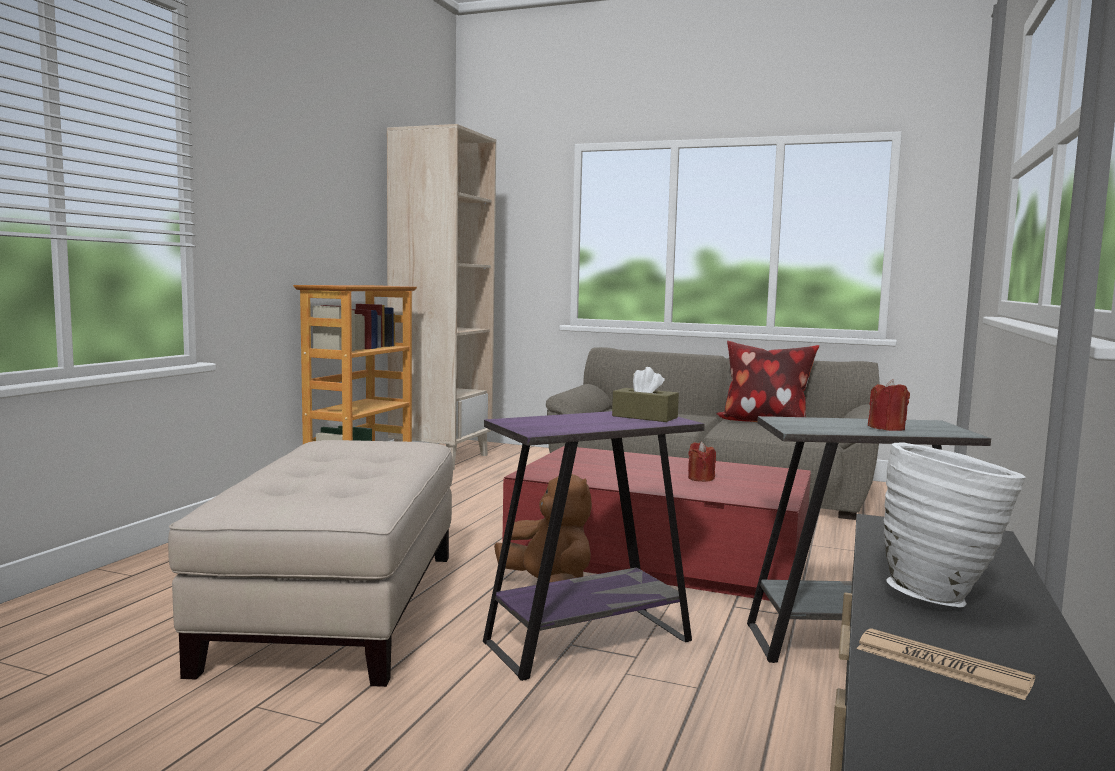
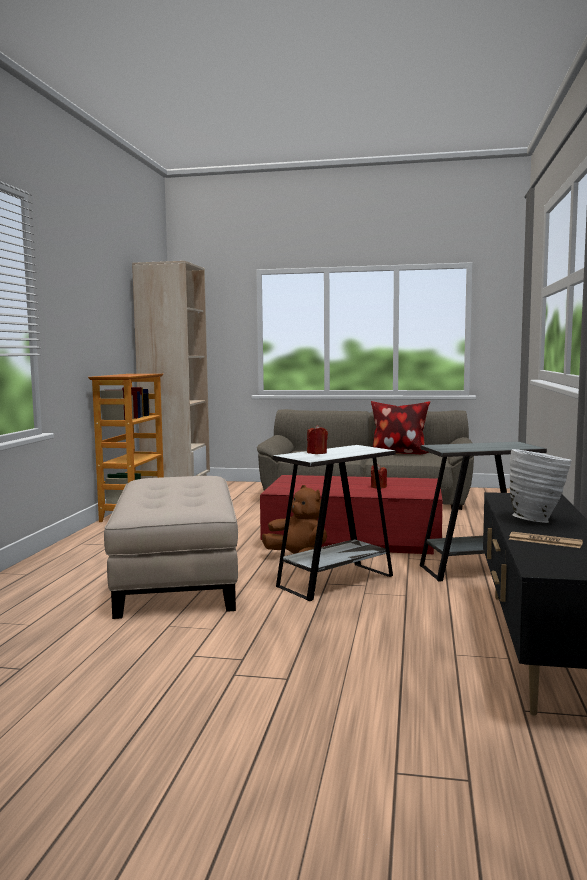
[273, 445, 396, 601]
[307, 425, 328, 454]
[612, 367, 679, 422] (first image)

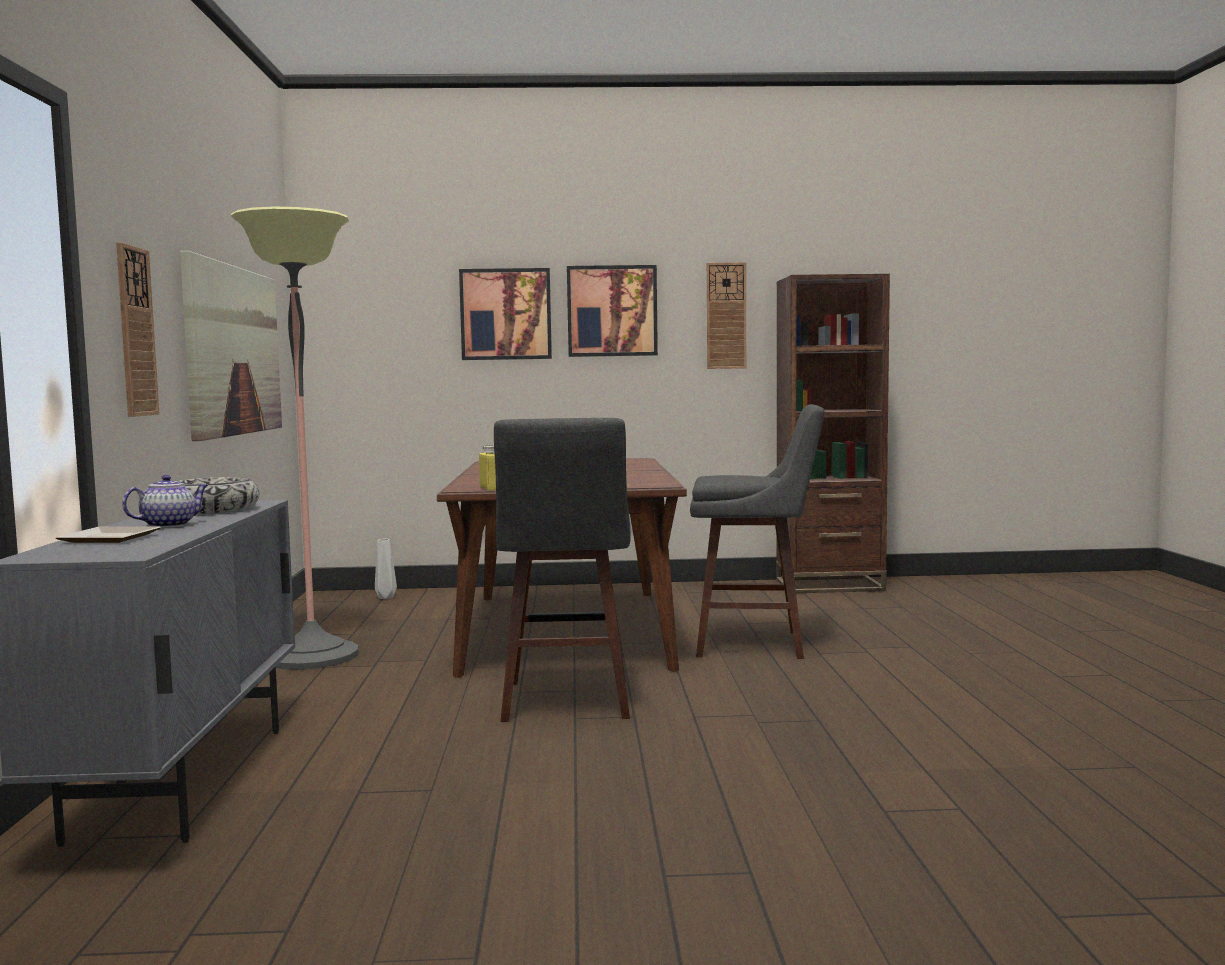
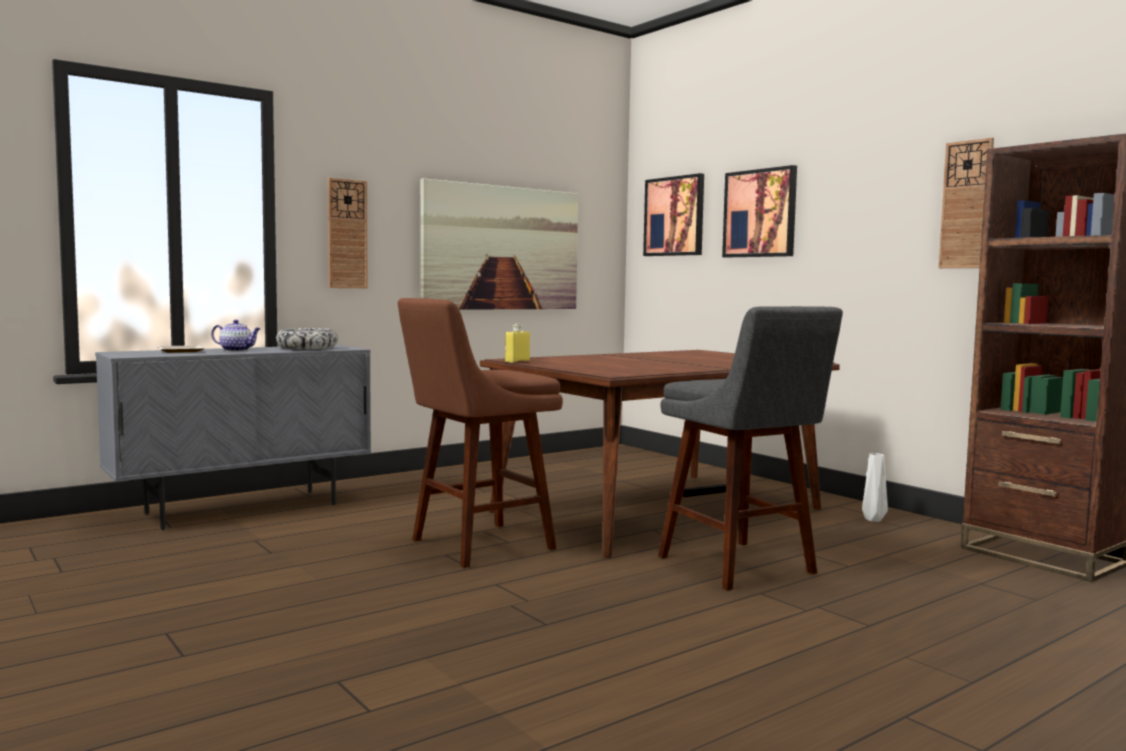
[398, 298, 563, 568]
[643, 173, 704, 256]
[862, 453, 888, 522]
[231, 207, 359, 670] (first image)

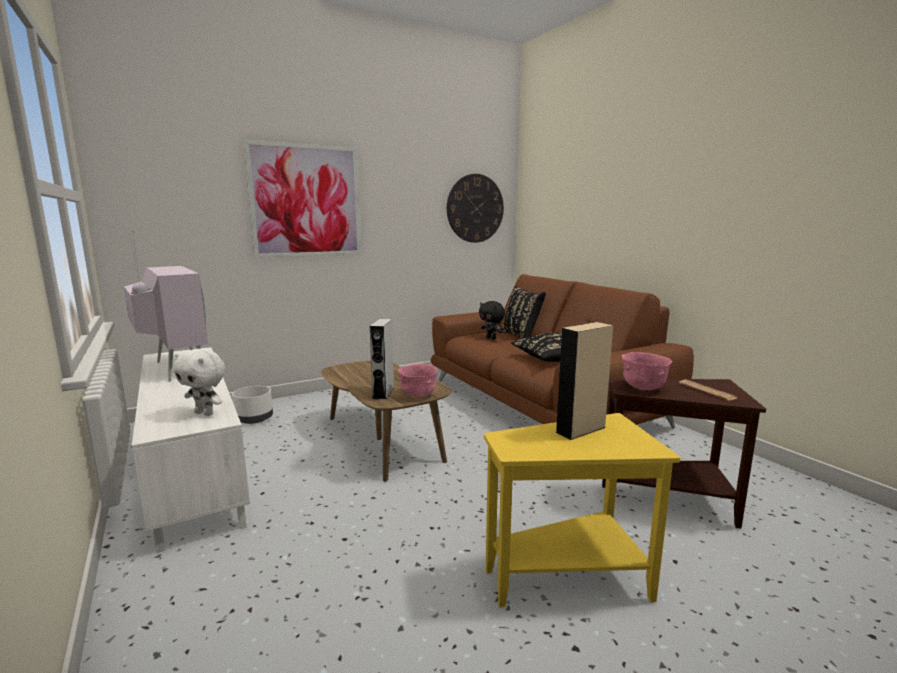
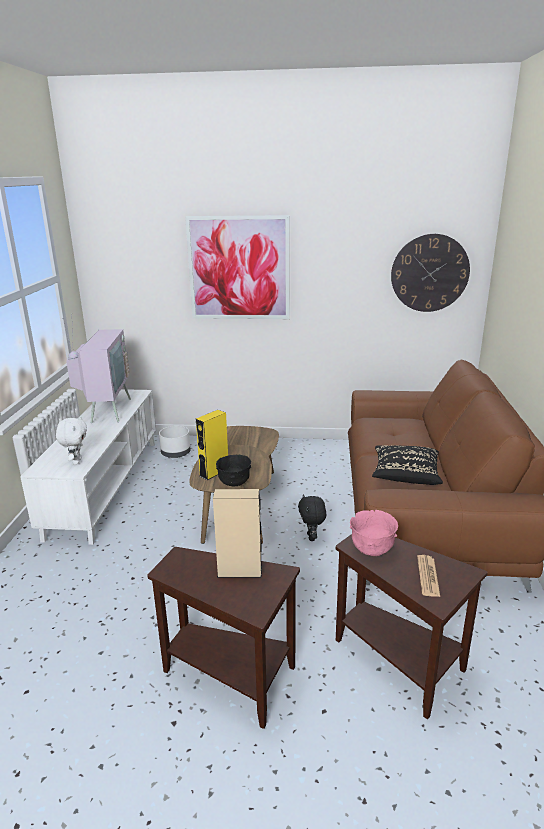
[56, 416, 87, 465]
[147, 547, 300, 729]
[196, 410, 228, 480]
[216, 455, 251, 486]
[298, 494, 326, 541]
[501, 286, 546, 339] (first image)

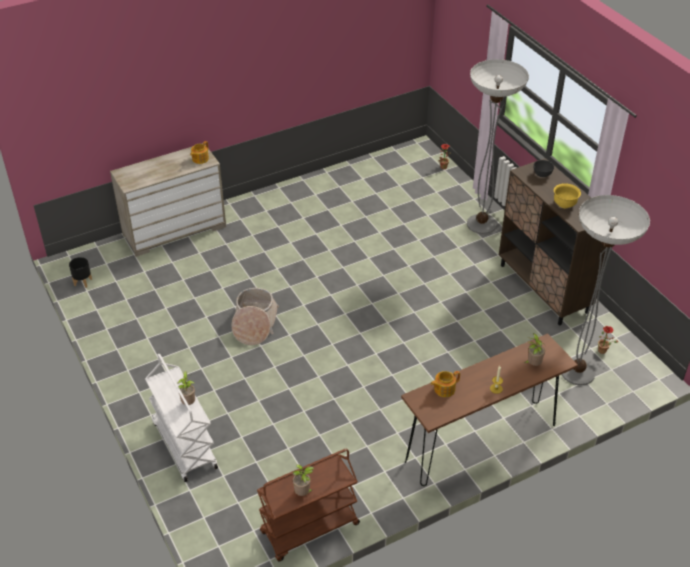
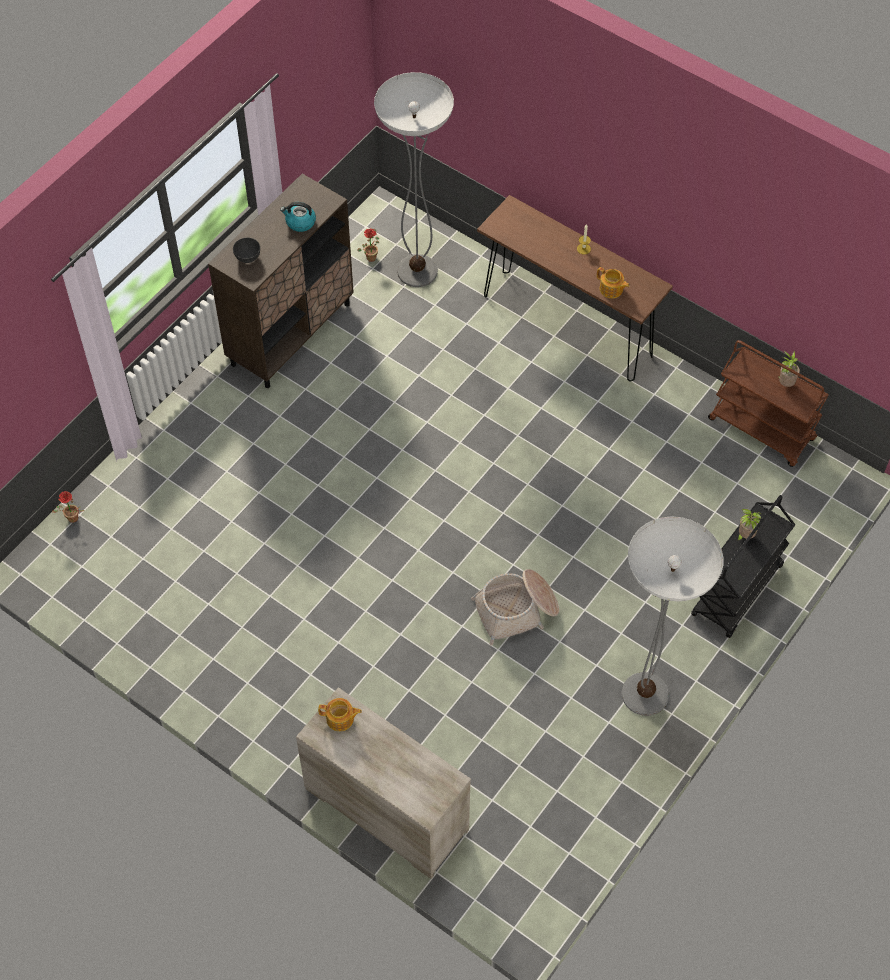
[280, 202, 316, 232]
[622, 517, 723, 716]
[691, 495, 795, 638]
[69, 257, 92, 288] (first image)
[524, 333, 546, 366] (first image)

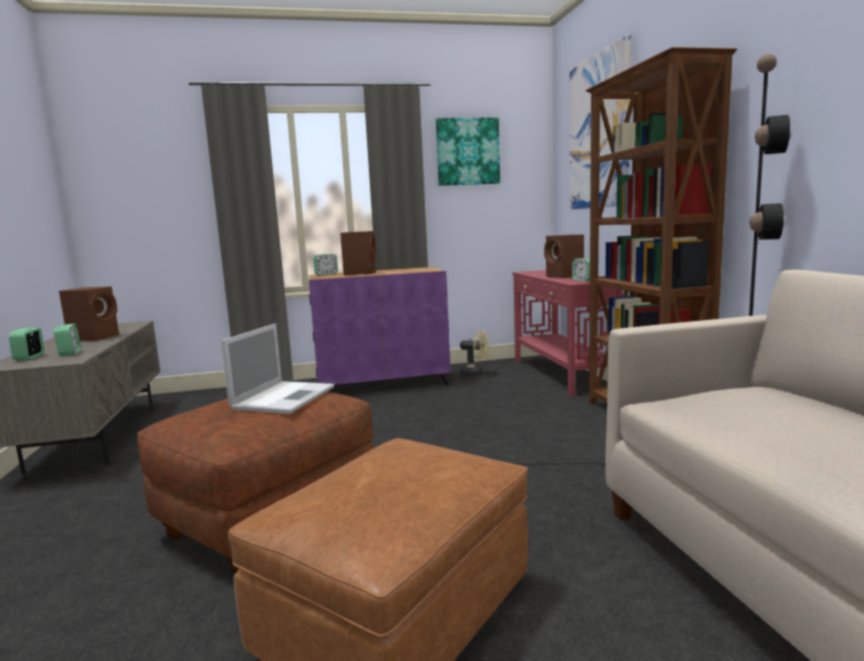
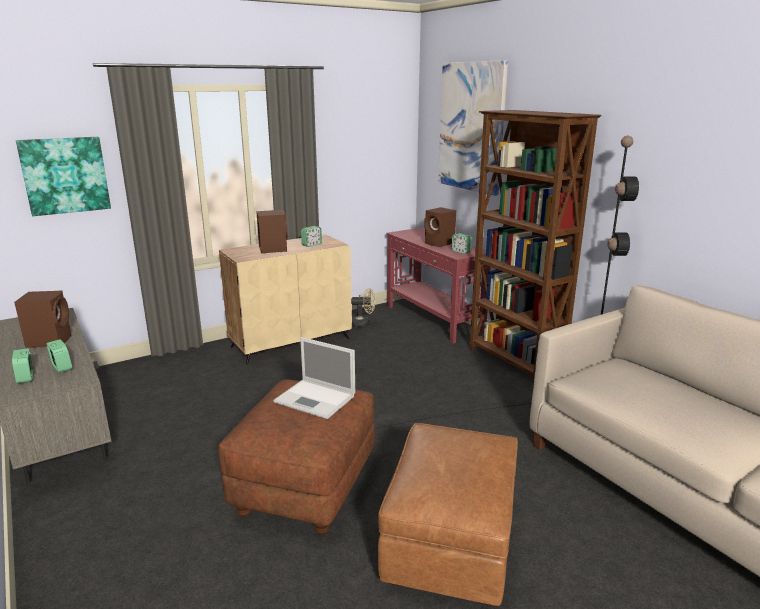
[16, 137, 111, 216]
[219, 234, 352, 364]
[273, 337, 355, 419]
[301, 226, 322, 247]

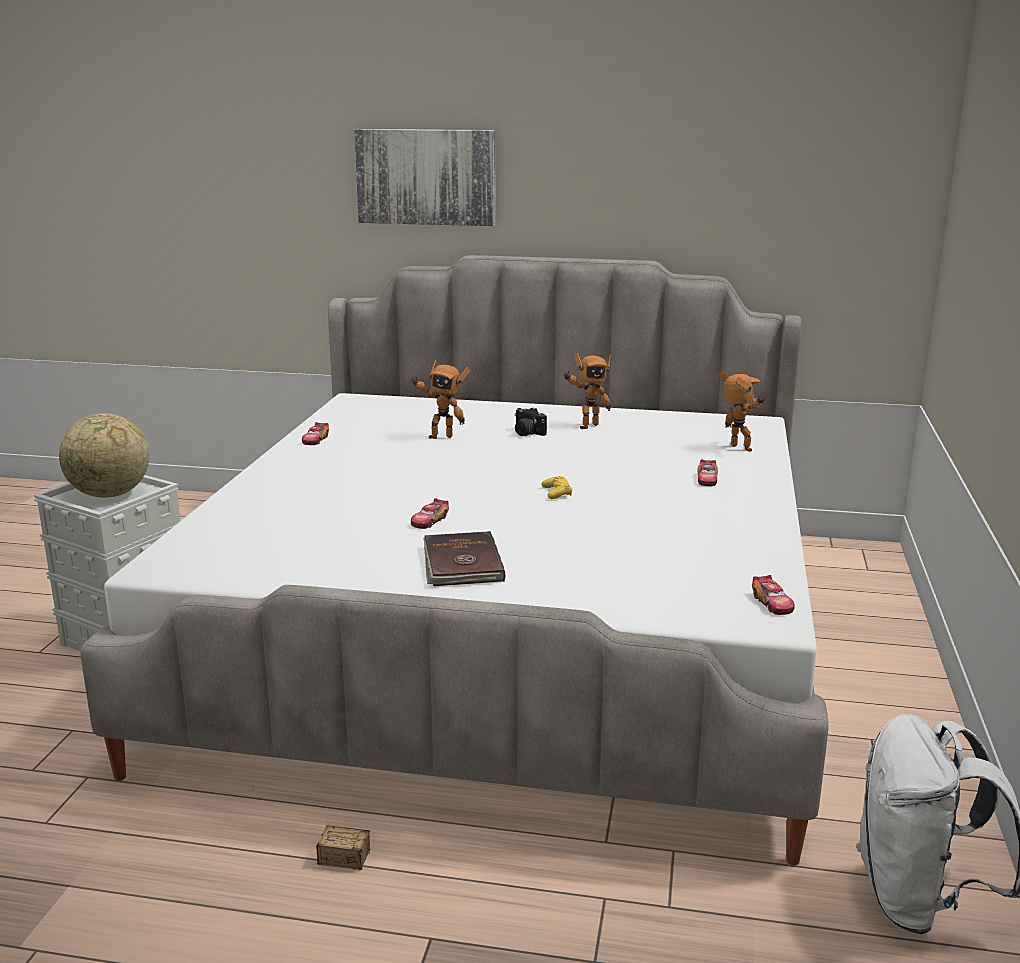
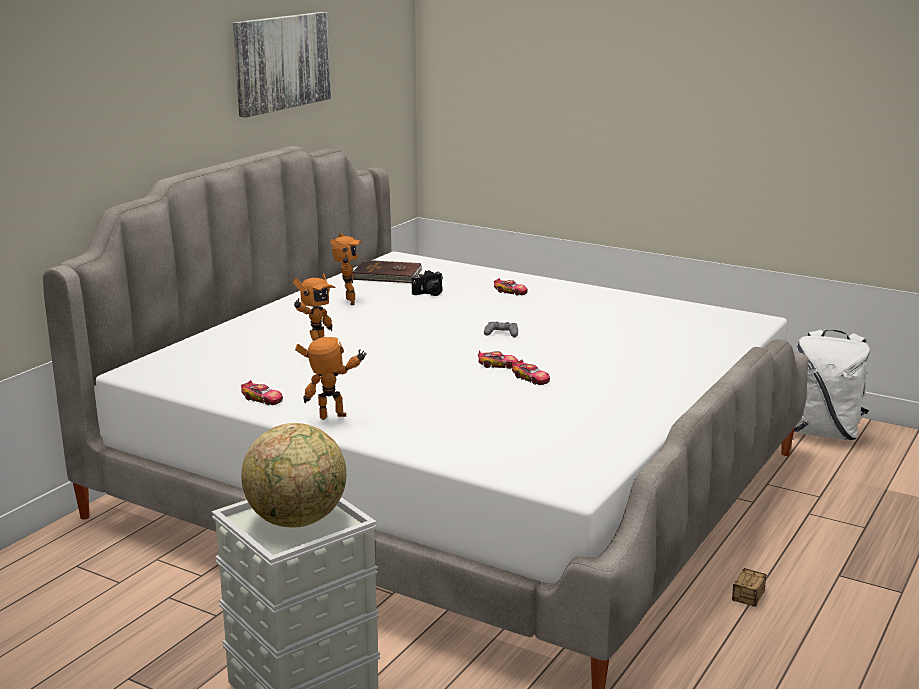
[233, 12, 331, 118]
[295, 337, 367, 420]
[353, 260, 422, 283]
[412, 270, 443, 296]
[478, 350, 518, 369]
[484, 321, 518, 337]

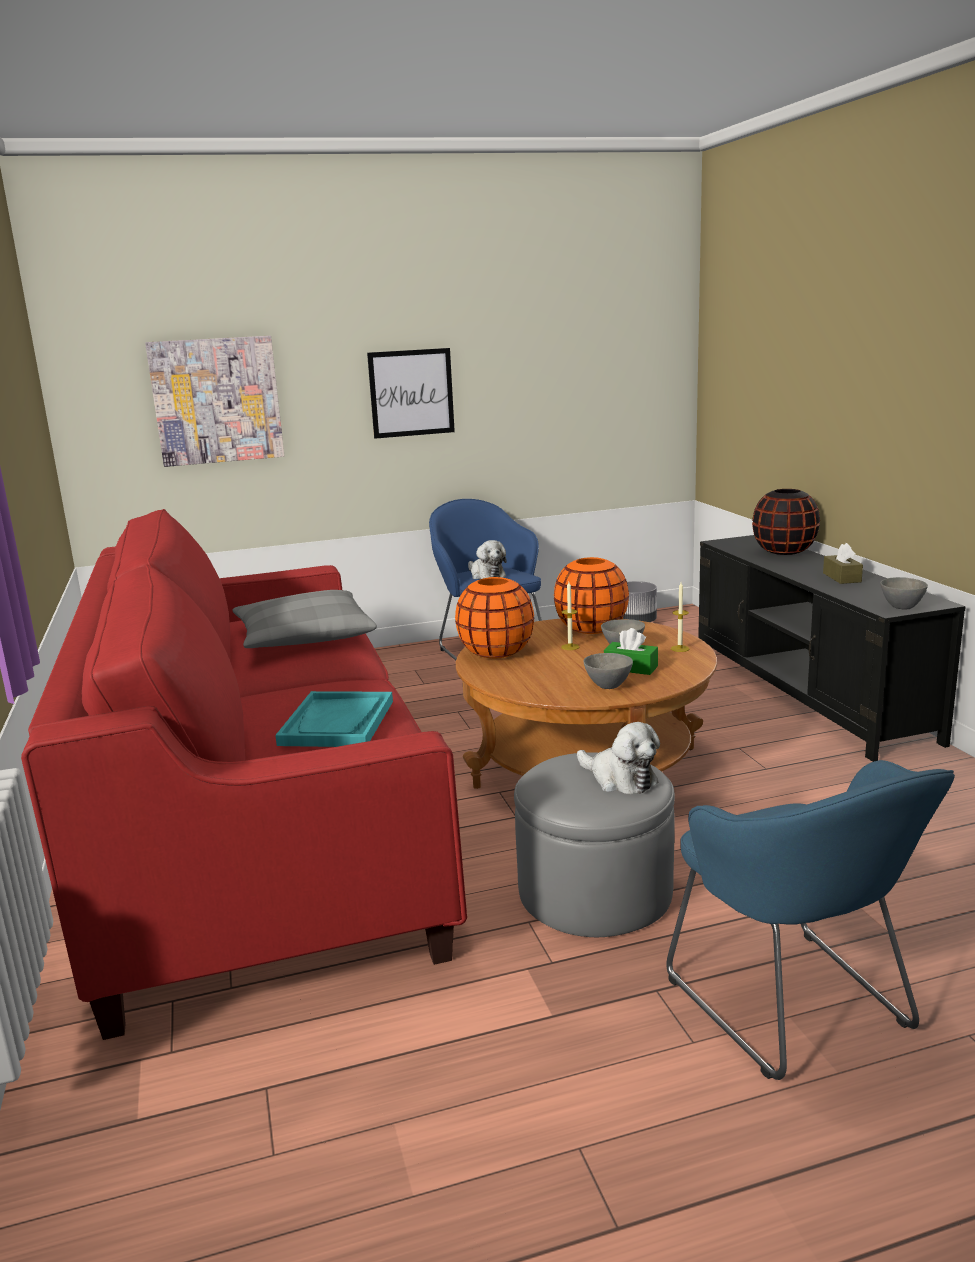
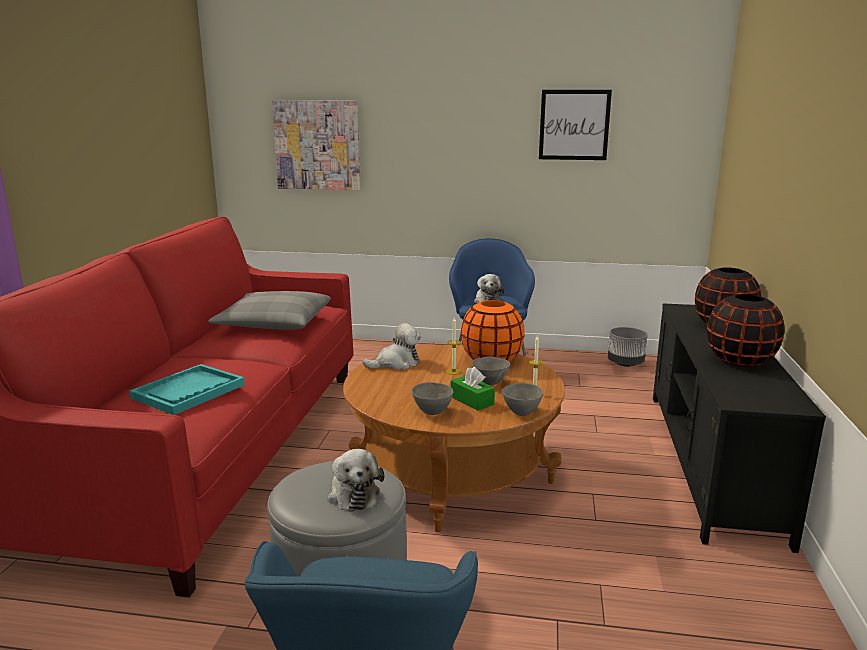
[363, 323, 421, 370]
[502, 383, 544, 416]
[539, 90, 612, 160]
[707, 294, 784, 367]

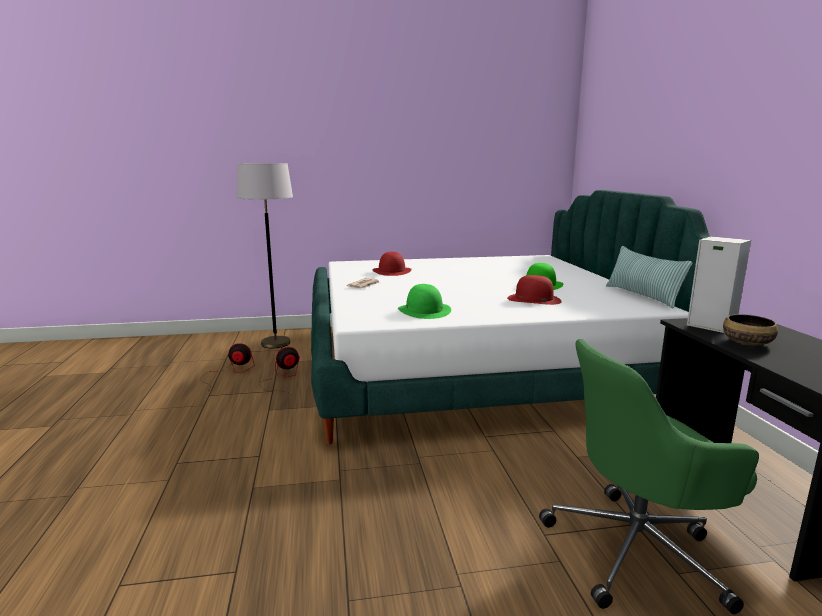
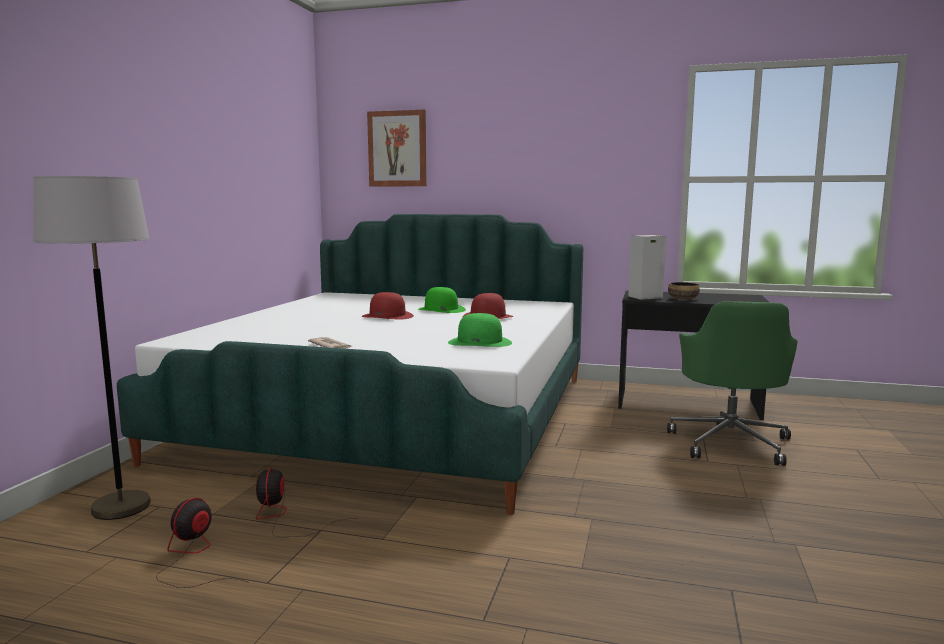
[362, 292, 414, 319]
[367, 110, 427, 187]
[606, 246, 692, 308] (first image)

